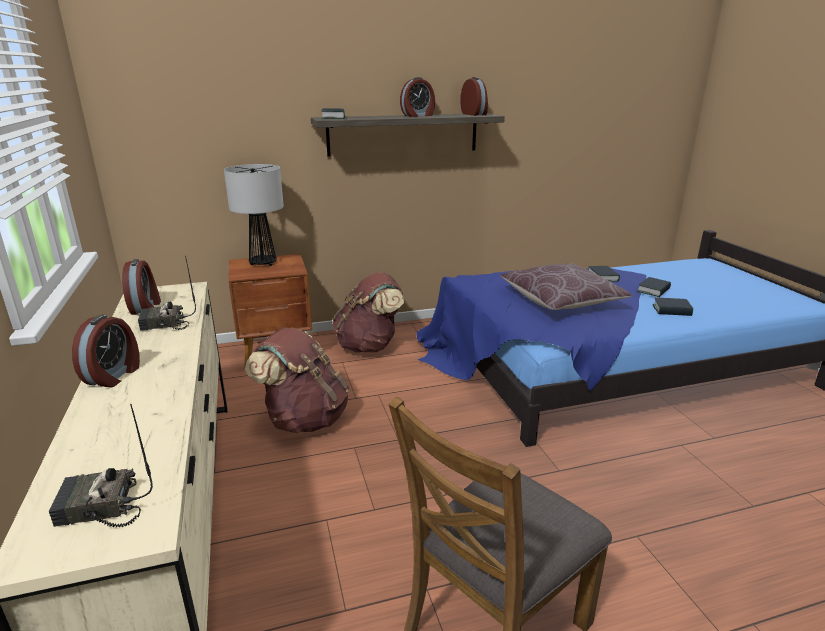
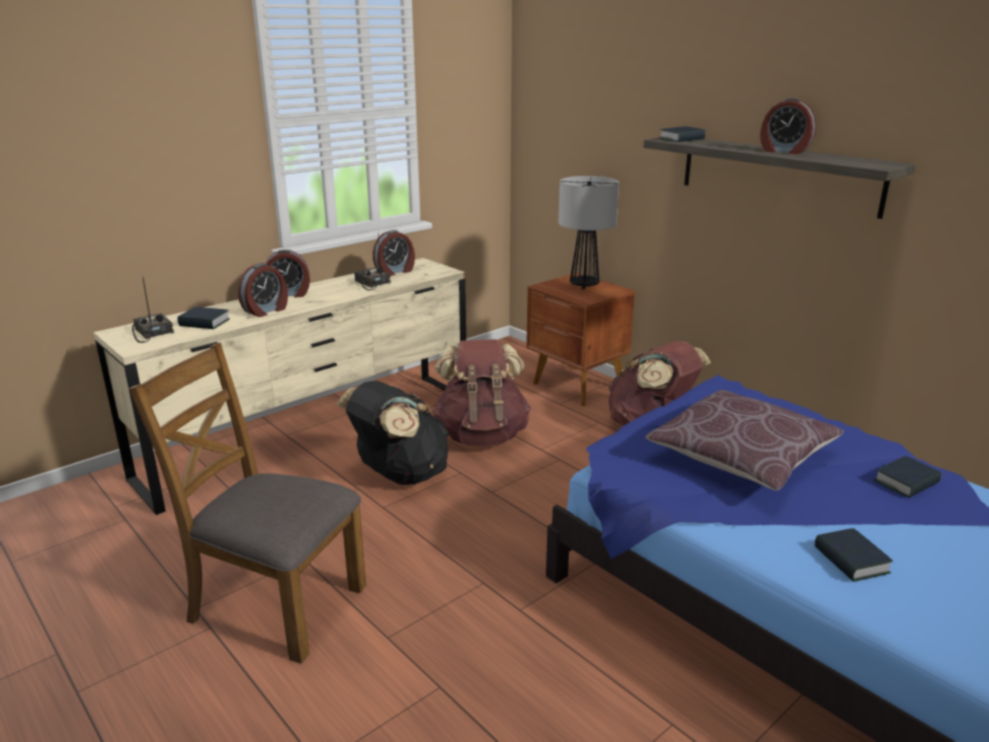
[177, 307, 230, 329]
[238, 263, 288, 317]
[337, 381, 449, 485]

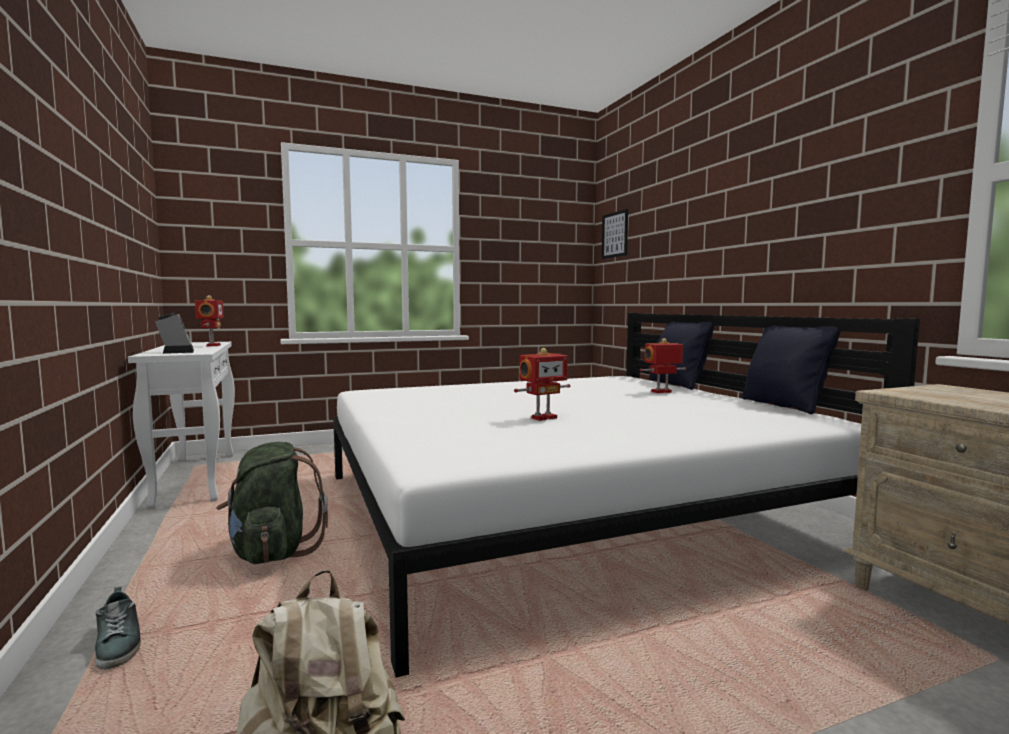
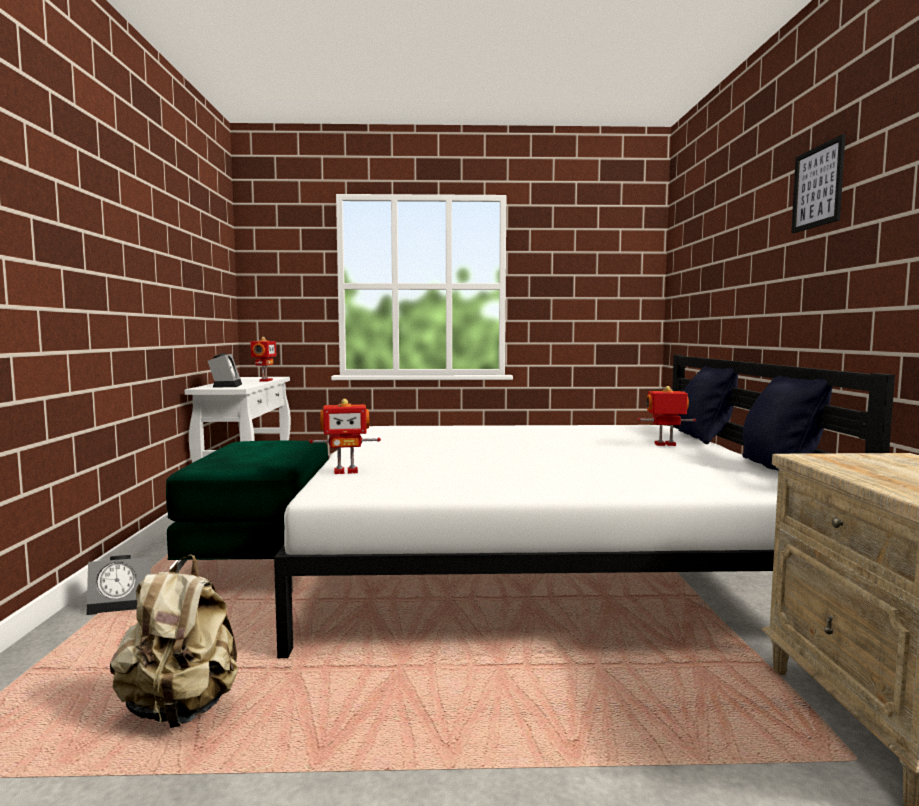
[86, 555, 151, 615]
[166, 441, 328, 592]
[309, 399, 381, 474]
[791, 134, 846, 233]

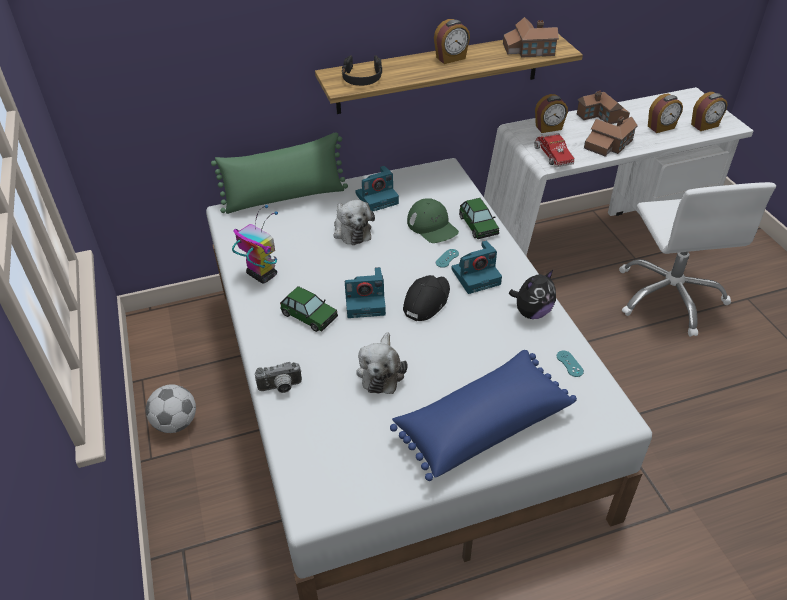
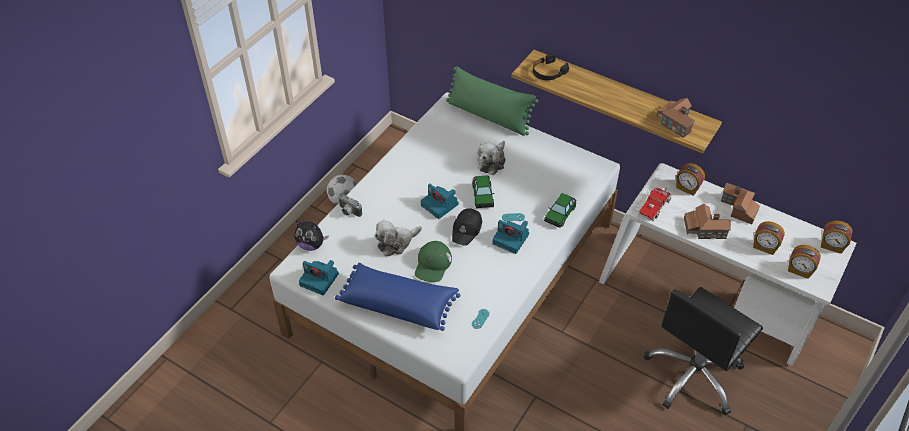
[295, 221, 328, 251]
[299, 260, 339, 295]
[415, 241, 452, 282]
[452, 208, 482, 246]
[472, 176, 494, 208]
[644, 287, 763, 415]
[821, 221, 853, 254]
[232, 205, 278, 283] (first image)

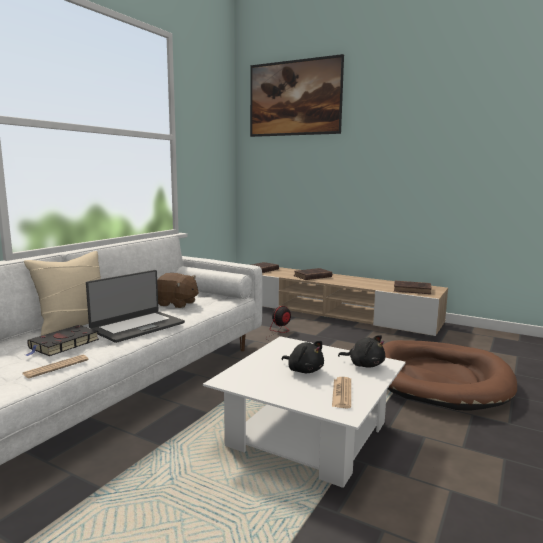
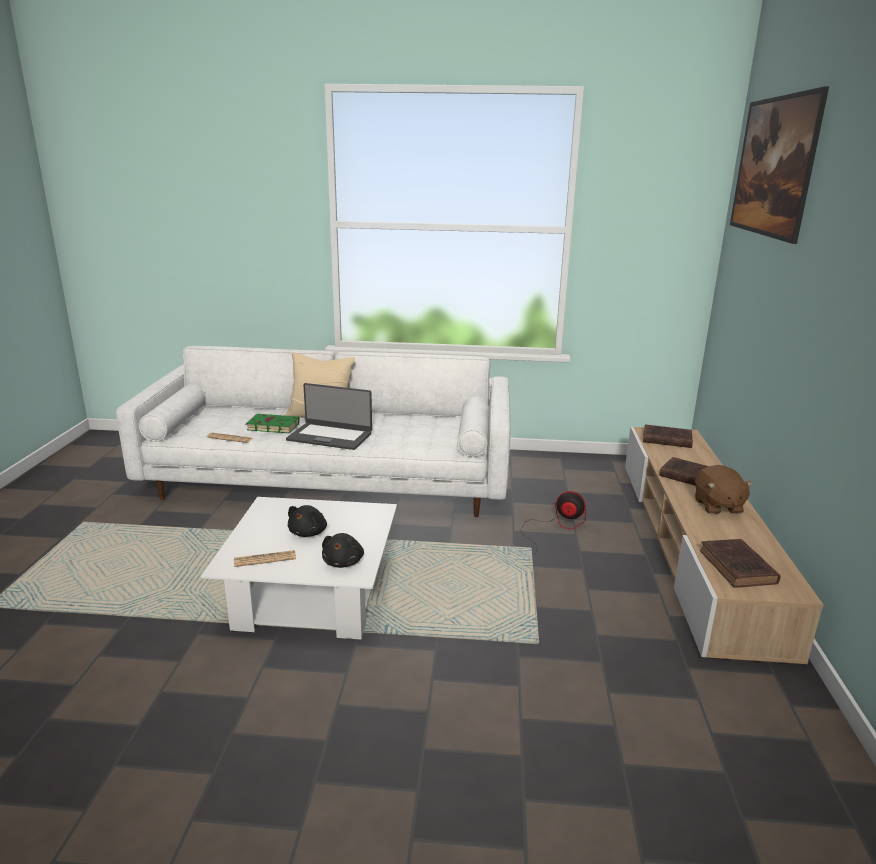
[245, 414, 300, 433]
[695, 465, 754, 515]
[382, 340, 517, 411] (first image)

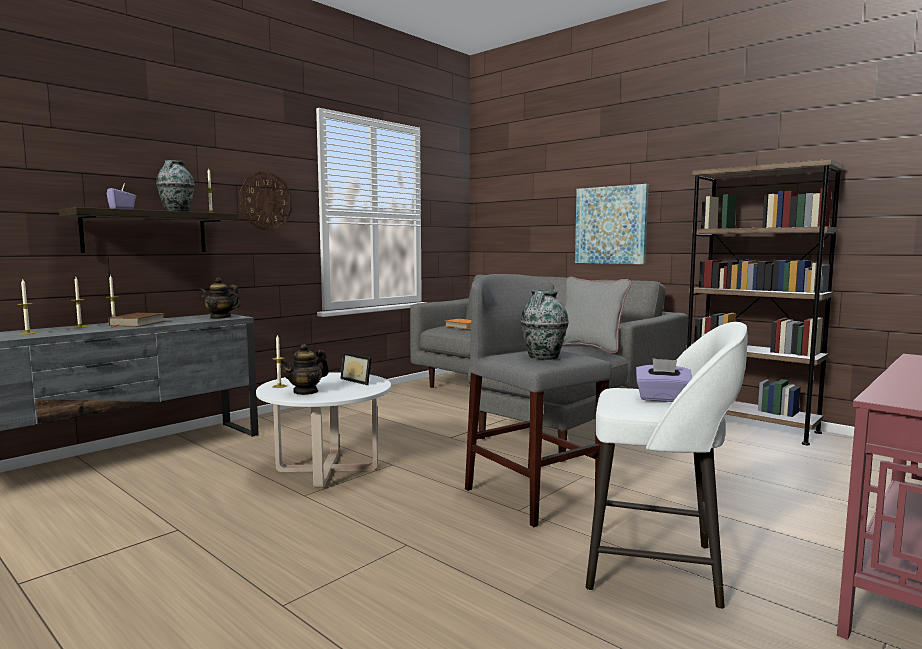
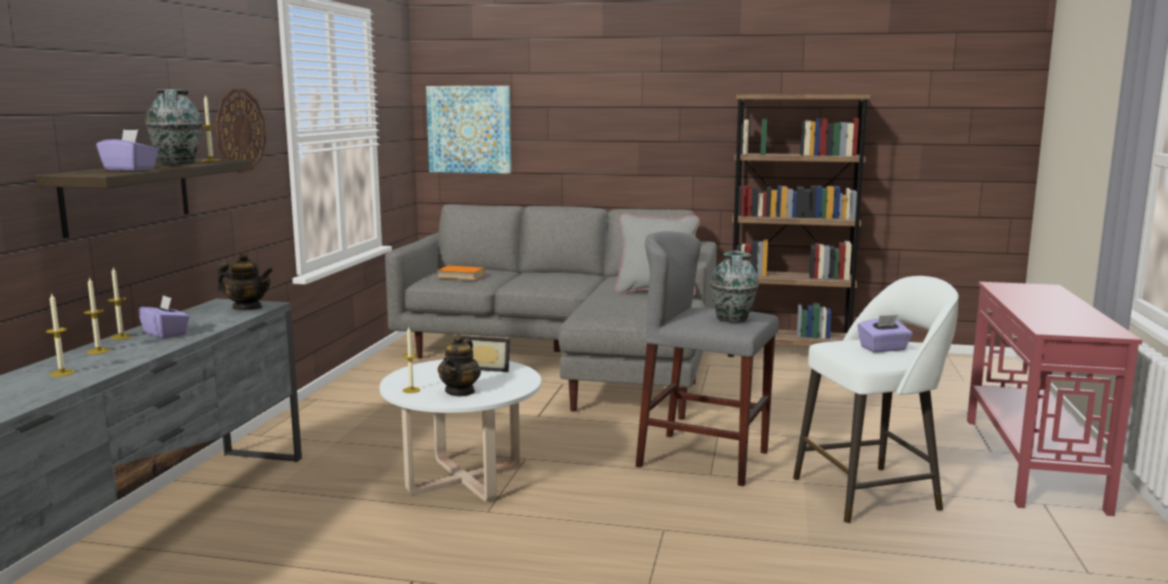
[138, 295, 190, 339]
[216, 253, 273, 310]
[426, 86, 511, 174]

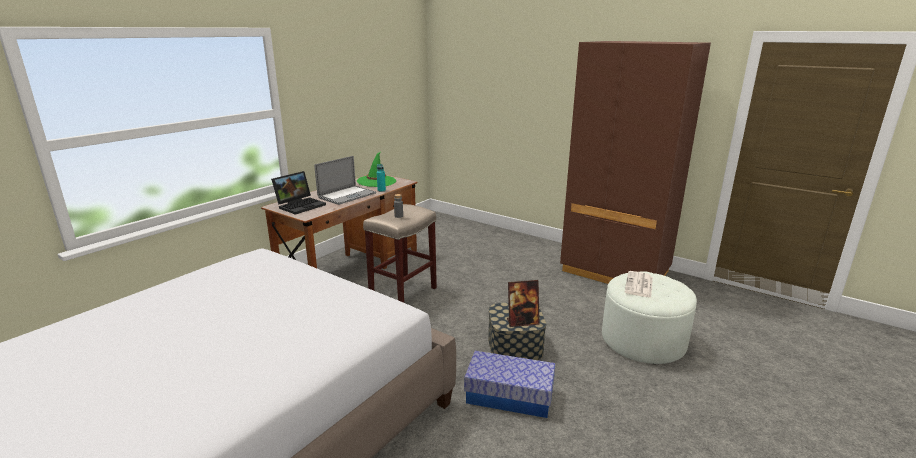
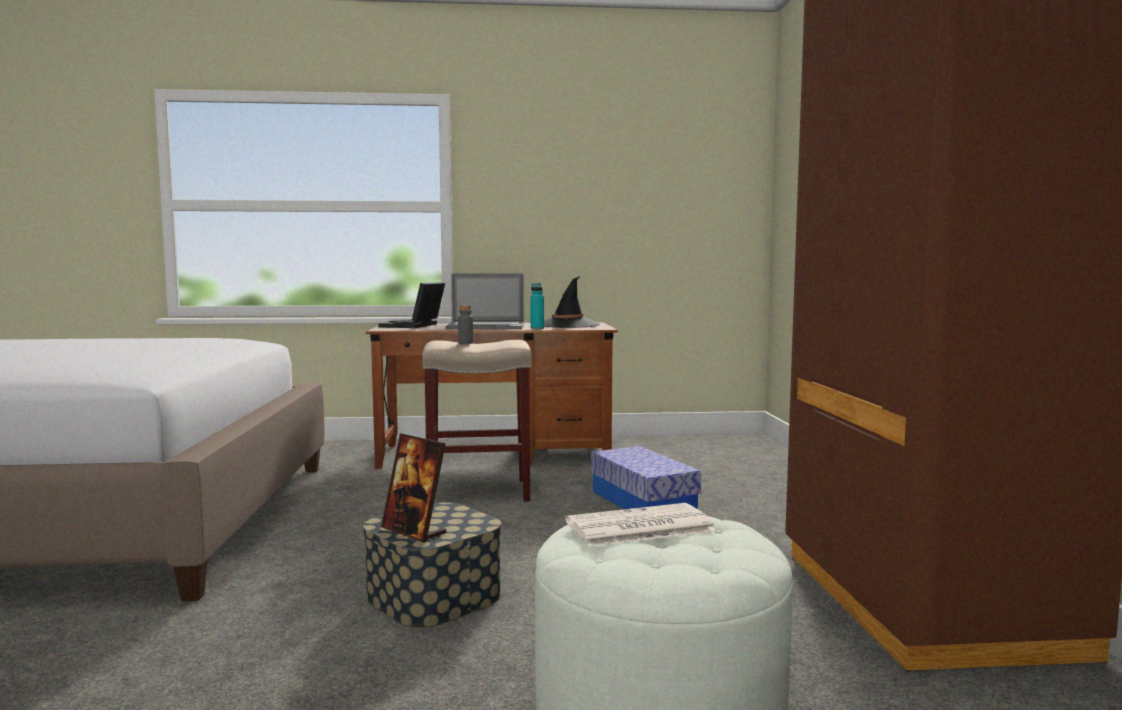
[379, 282, 445, 328]
[544, 276, 600, 328]
[591, 446, 701, 509]

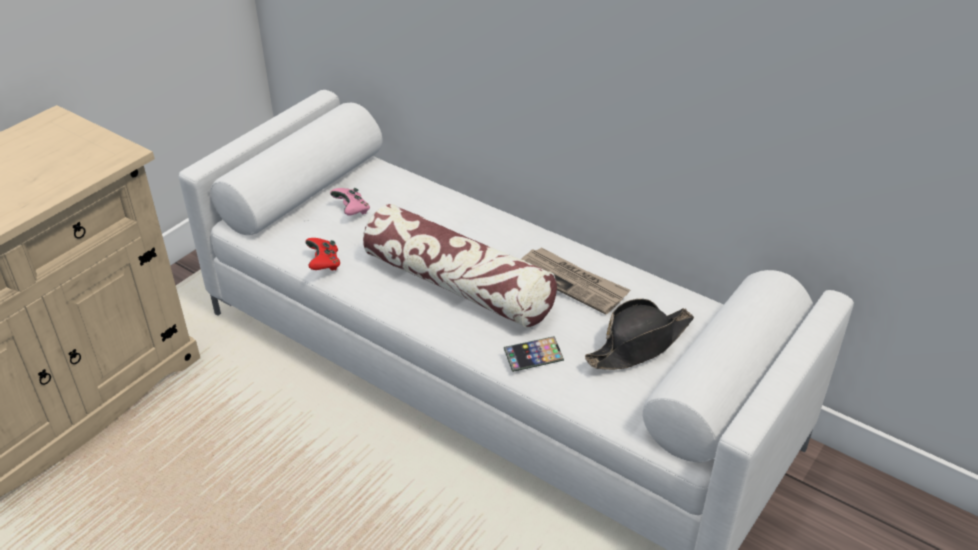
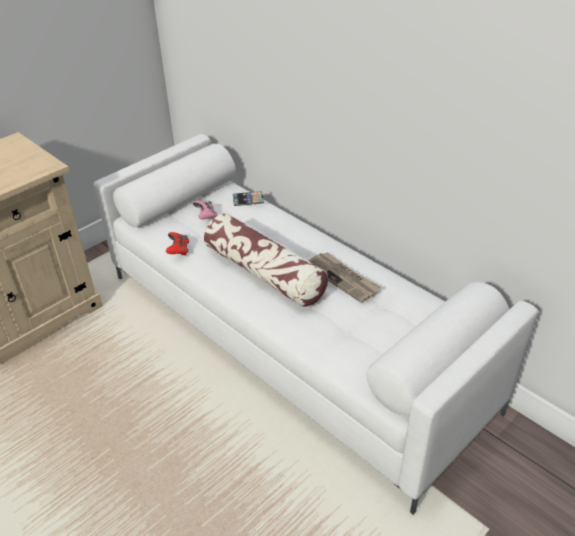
[233, 191, 264, 206]
[585, 299, 694, 370] (first image)

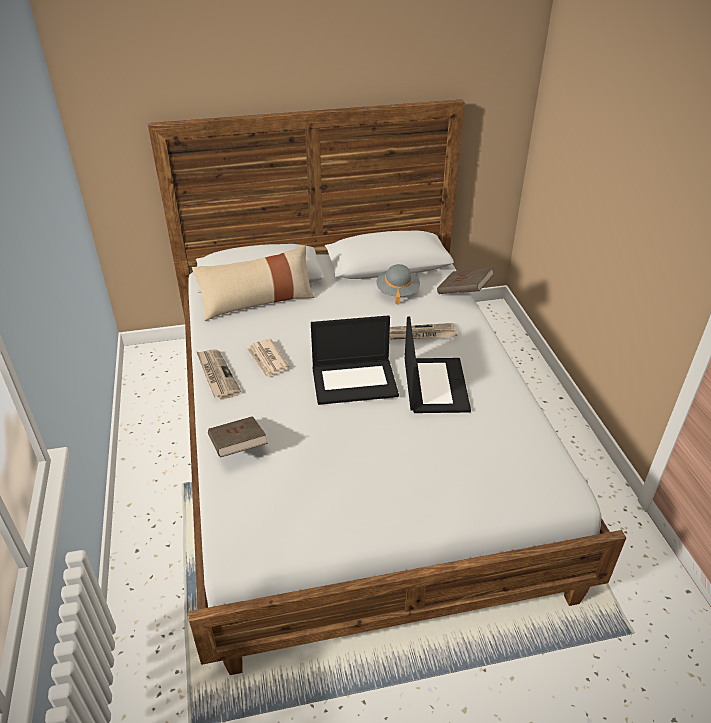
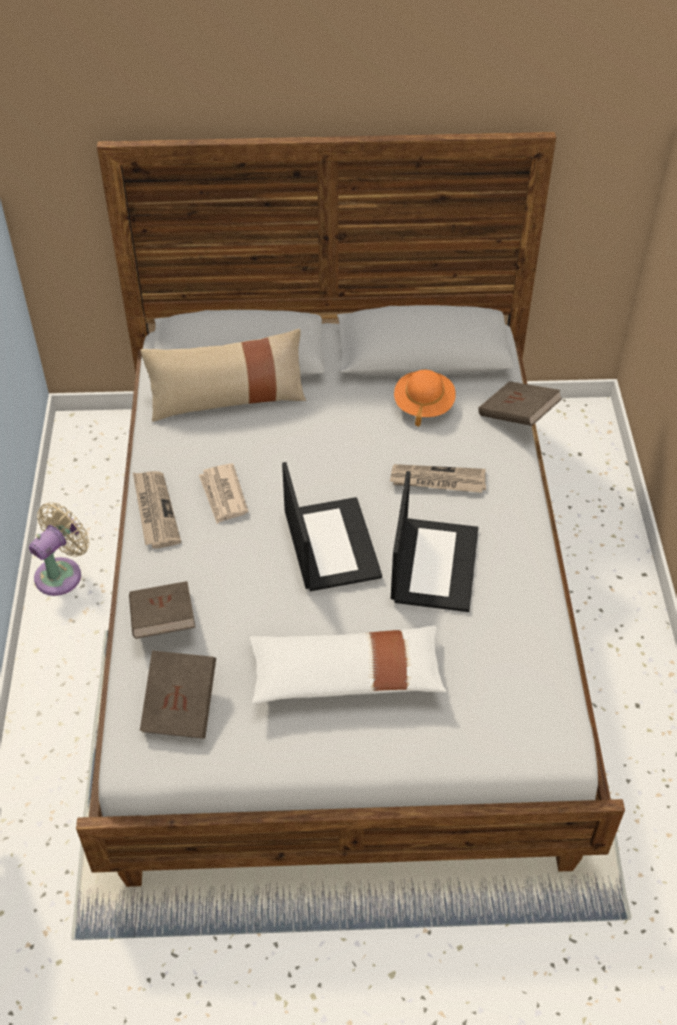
[29, 502, 90, 596]
[140, 651, 216, 739]
[250, 626, 446, 704]
[282, 462, 382, 591]
[394, 370, 456, 427]

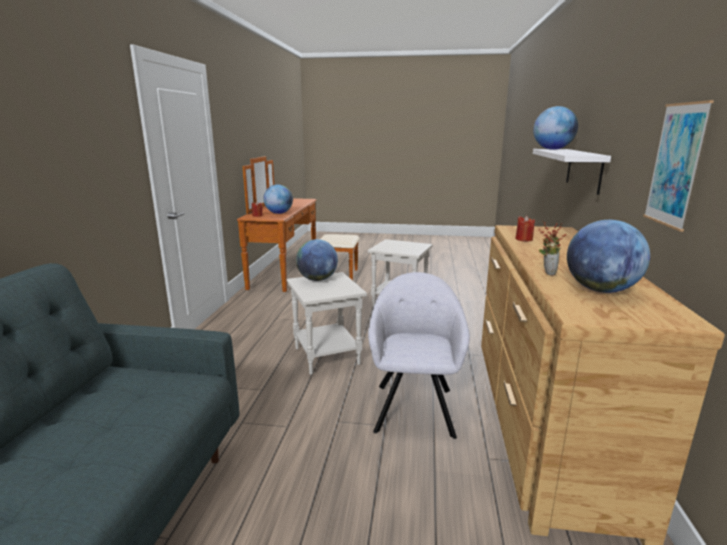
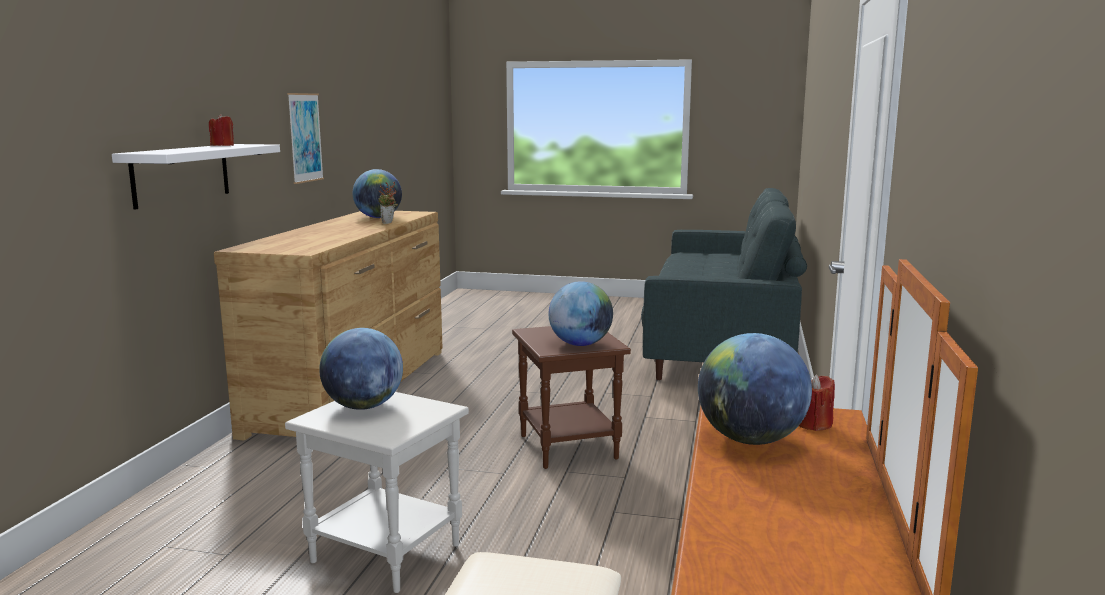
[209, 114, 234, 146]
[319, 328, 403, 410]
[512, 326, 631, 469]
[368, 272, 470, 439] (first image)

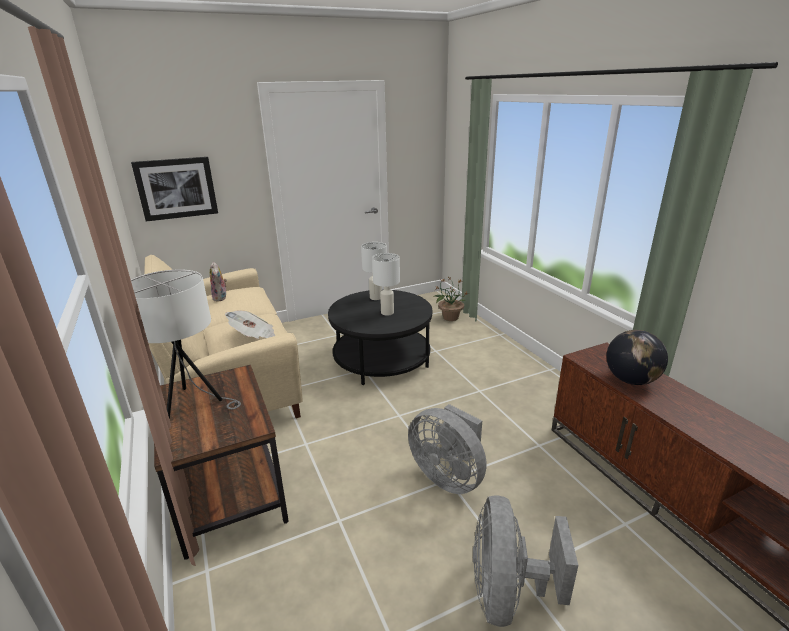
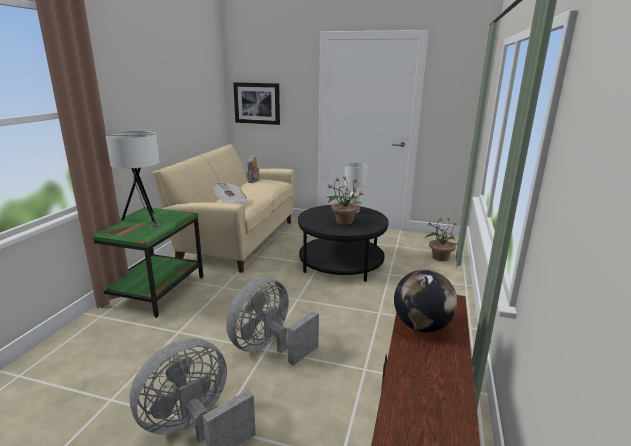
[93, 207, 203, 318]
[226, 277, 319, 366]
[326, 177, 363, 225]

